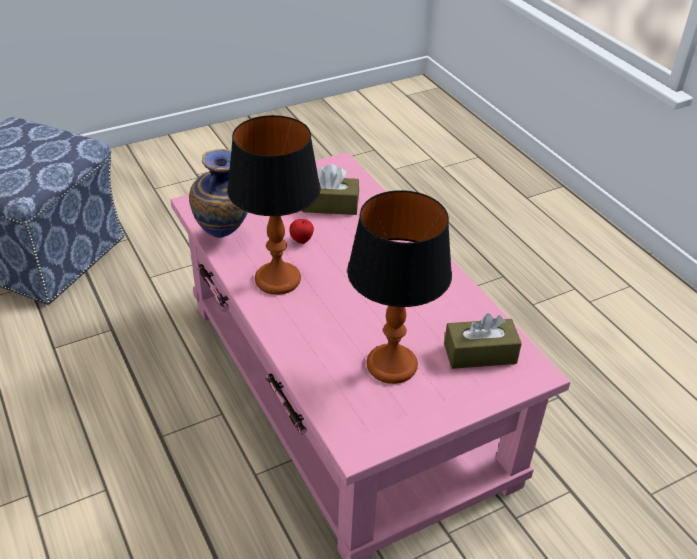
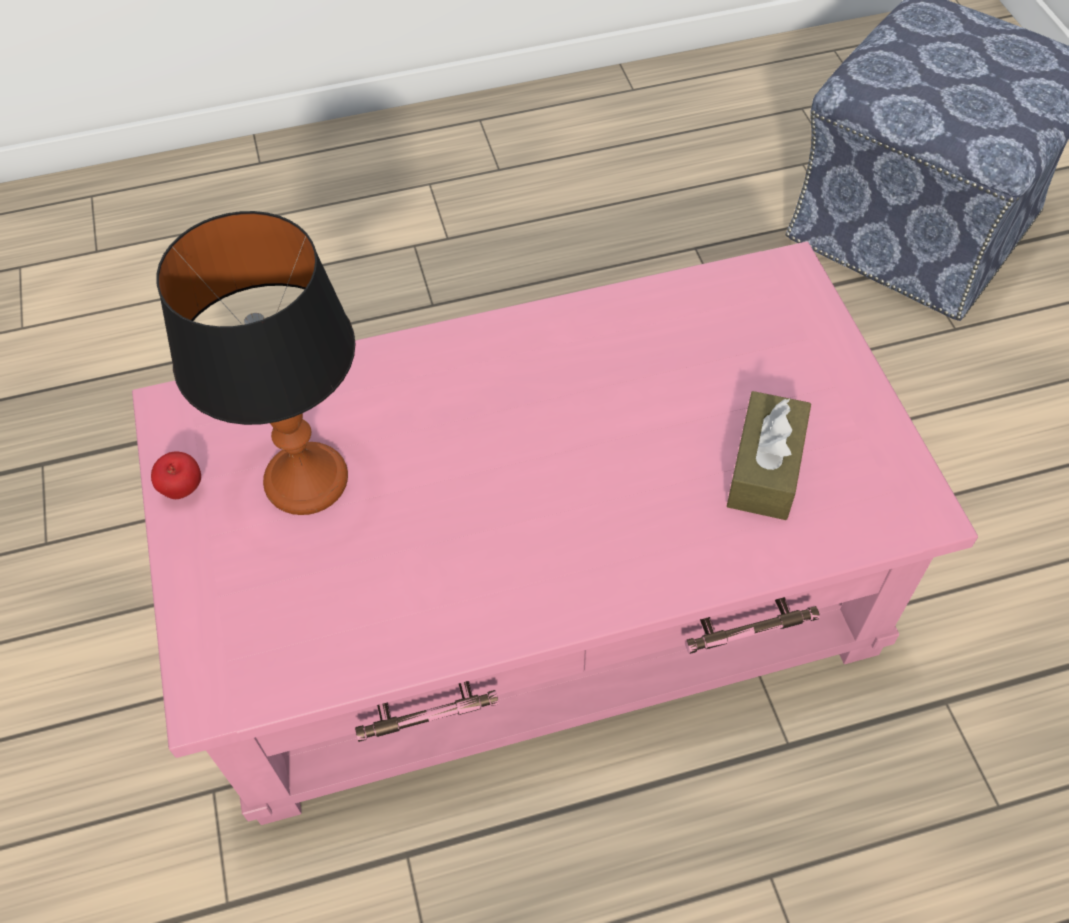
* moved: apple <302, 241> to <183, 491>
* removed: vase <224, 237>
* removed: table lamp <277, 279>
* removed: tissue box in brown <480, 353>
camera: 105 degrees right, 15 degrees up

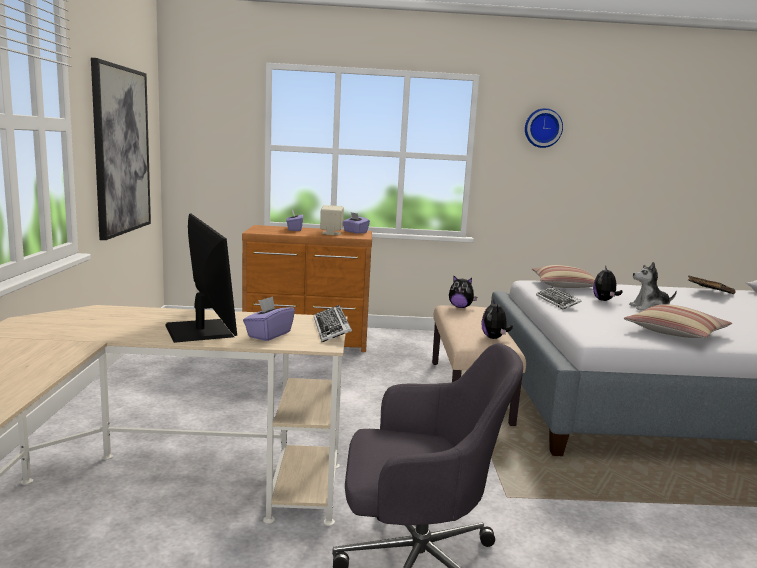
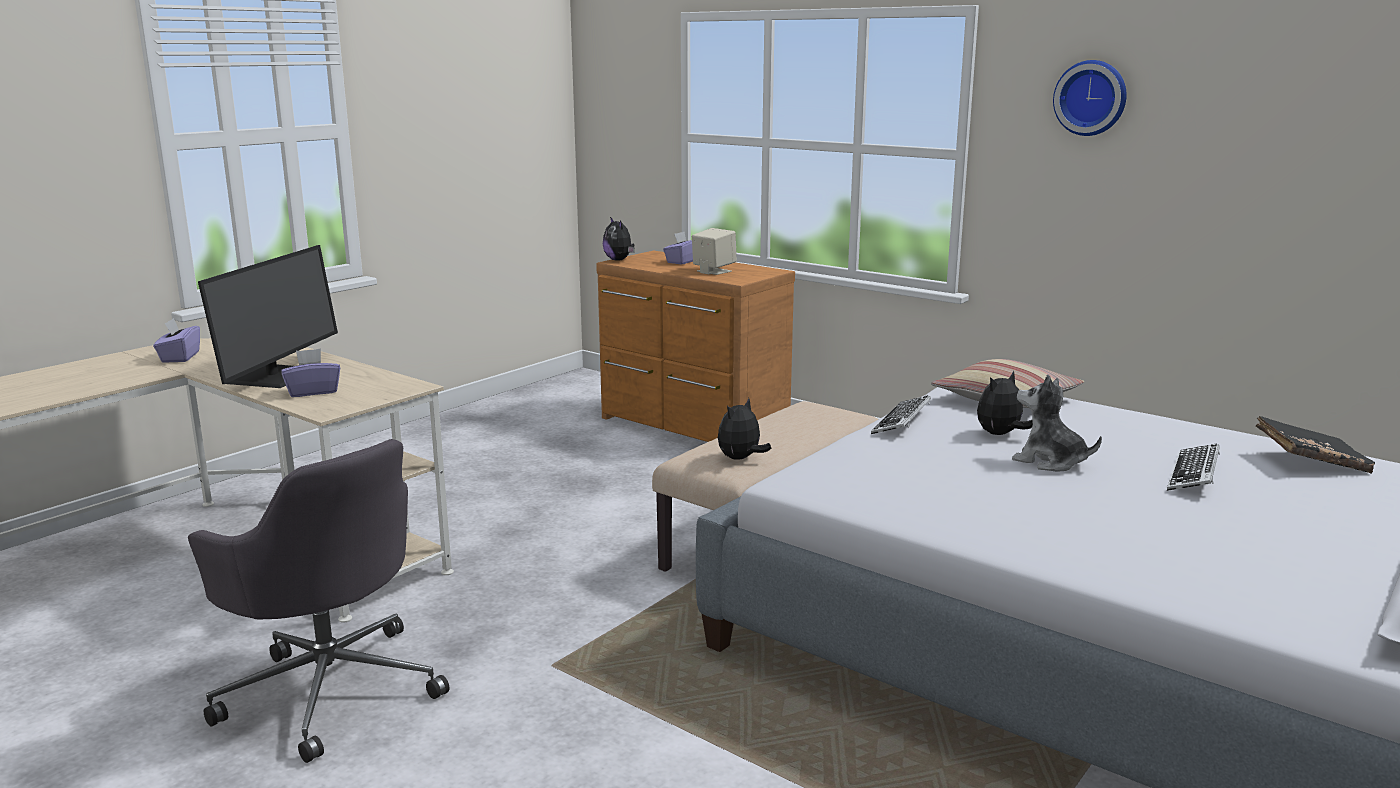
* moved: tissue box in purple <355, 232> to <179, 357>
* moved: plush toy <460, 307> to <619, 260>
* moved: keyboard <332, 329> to <1193, 475>
* removed: picture <121, 150>
* removed: pillow <676, 332>
camera: 40 degrees right, 5 degrees up

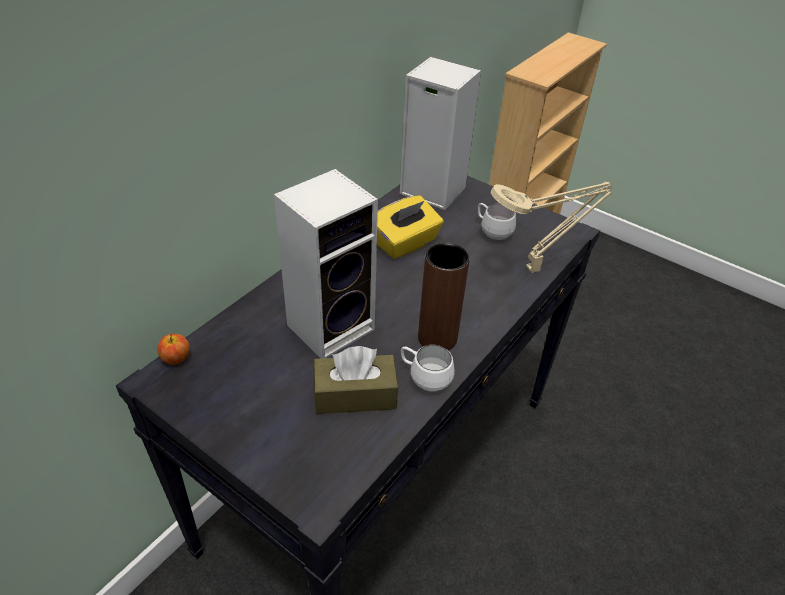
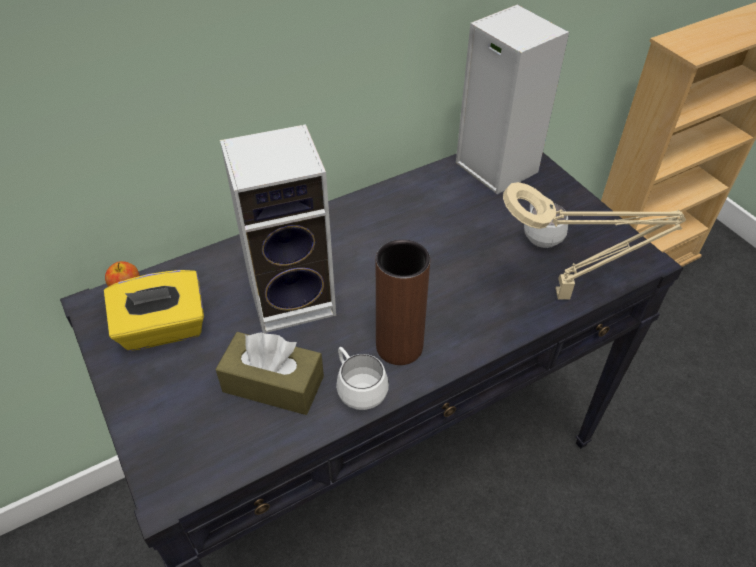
* moved: tissue box in yellow <405, 243> to <163, 329>
camera: 25 degrees right, 5 degrees up

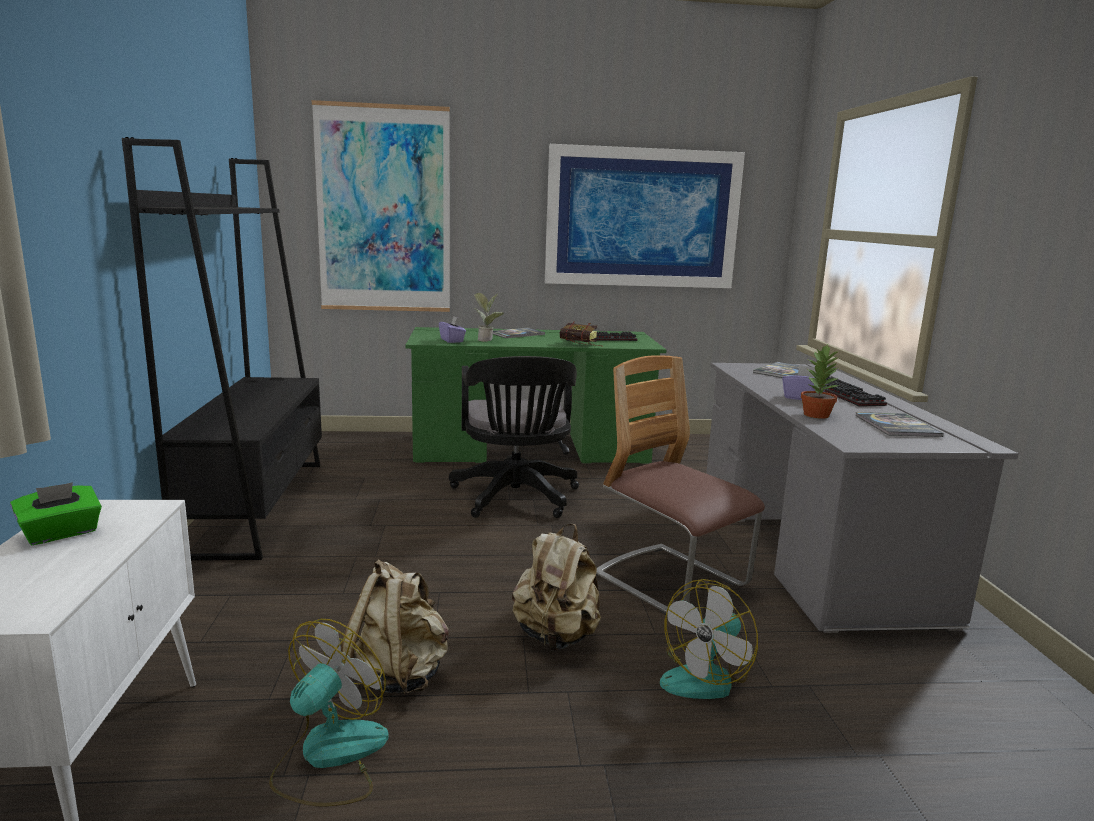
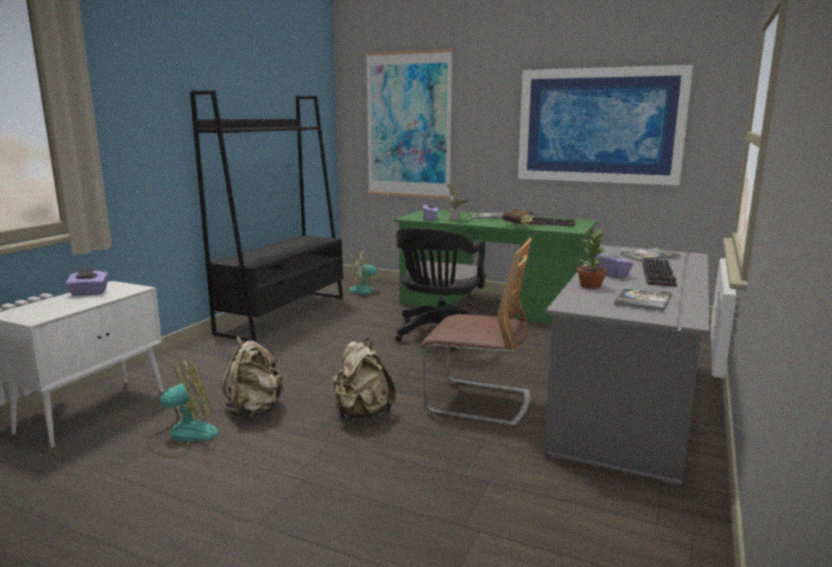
* recoloured: tissue box in green <61, 533> to tissue box in purple <89, 293>
* moved: fan <706, 677> to <367, 290>
* turned: chair <670, 582> = <478, 402> 120 degrees clockwise
camera: 30 degrees right, 0 degrees up

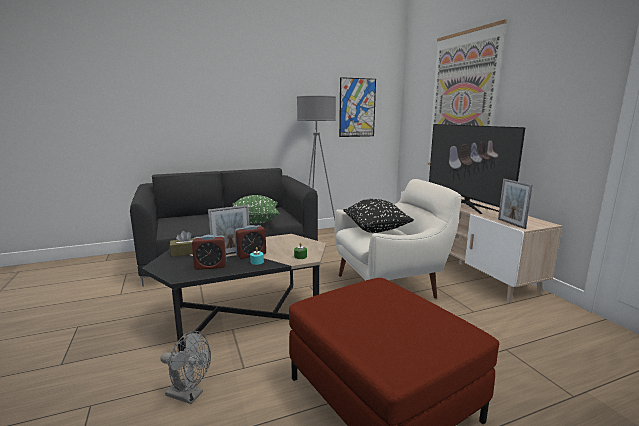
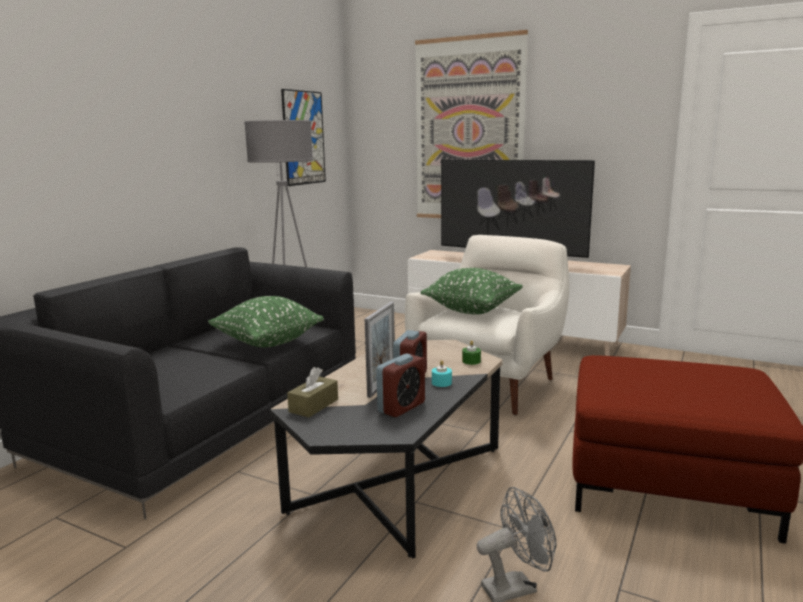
* recoloured: pillow in black <376, 229> to pillow in green <472, 310>
* removed: picture frame <511, 223>
camera: 40 degrees left, 0 degrees up

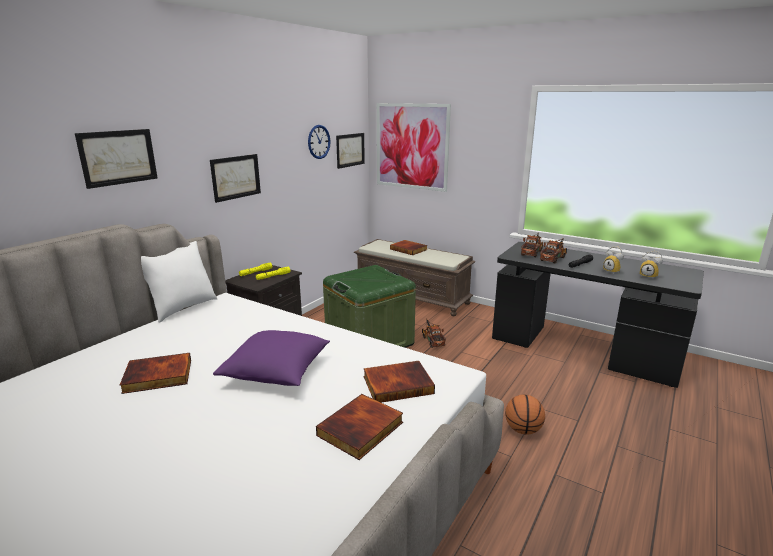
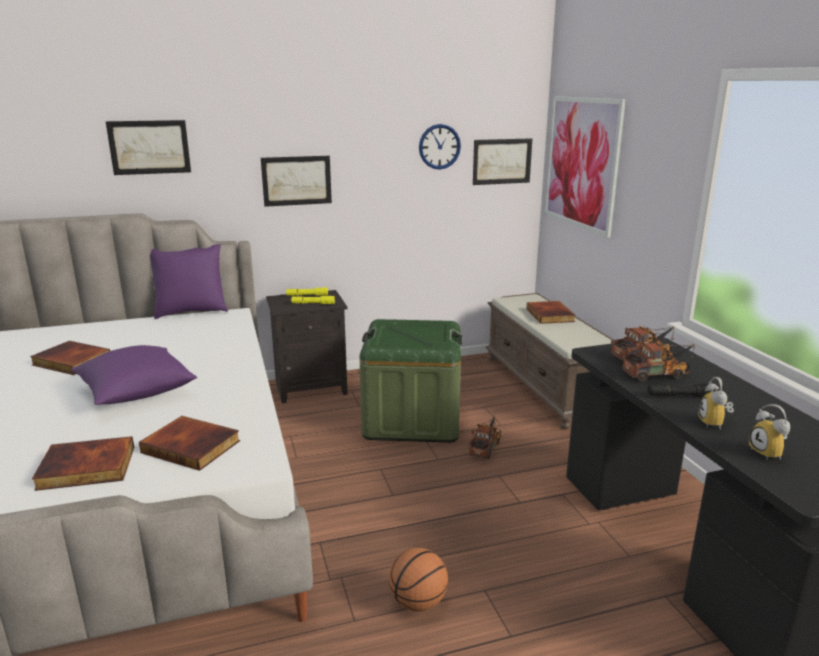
* recoloured: pillow in white <182, 308> to pillow in purple <191, 312>
camera: 40 degrees right, 0 degrees up

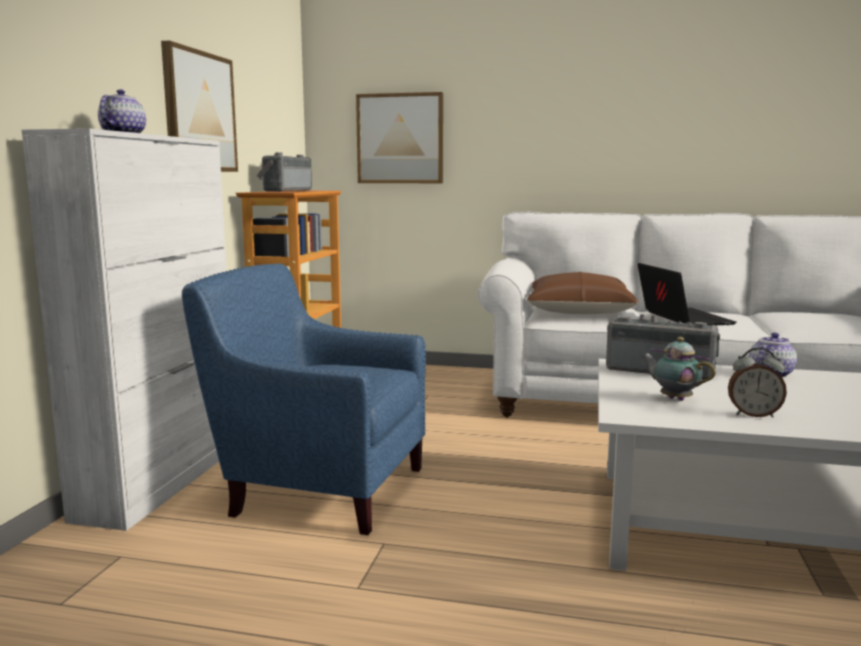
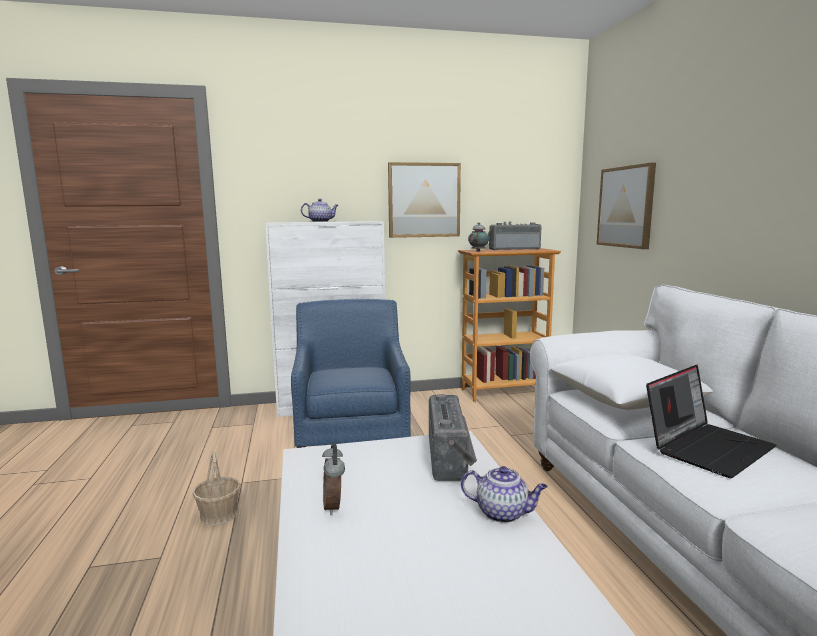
* added: basket <219, 514>
* moved: teapot <673, 399> to <478, 251>
* recoloured: pillow in brown <578, 311> to pillow in white <624, 397>
camera: 65 degrees right, 0 degrees up

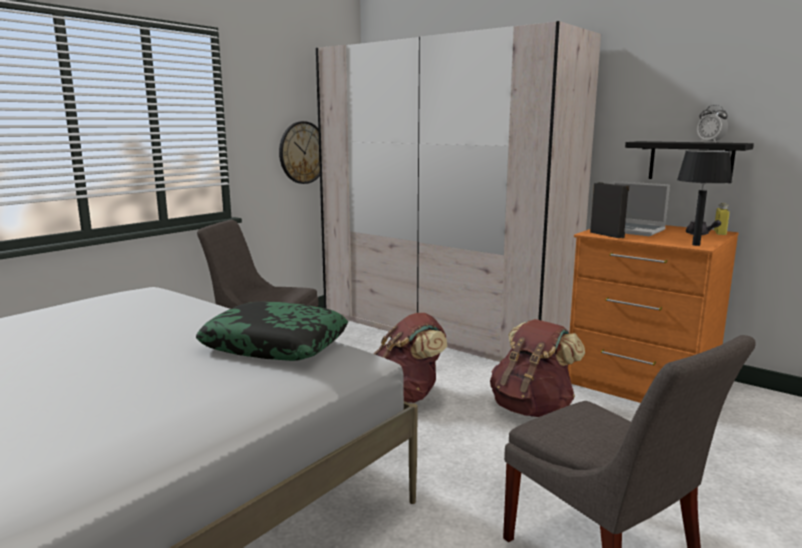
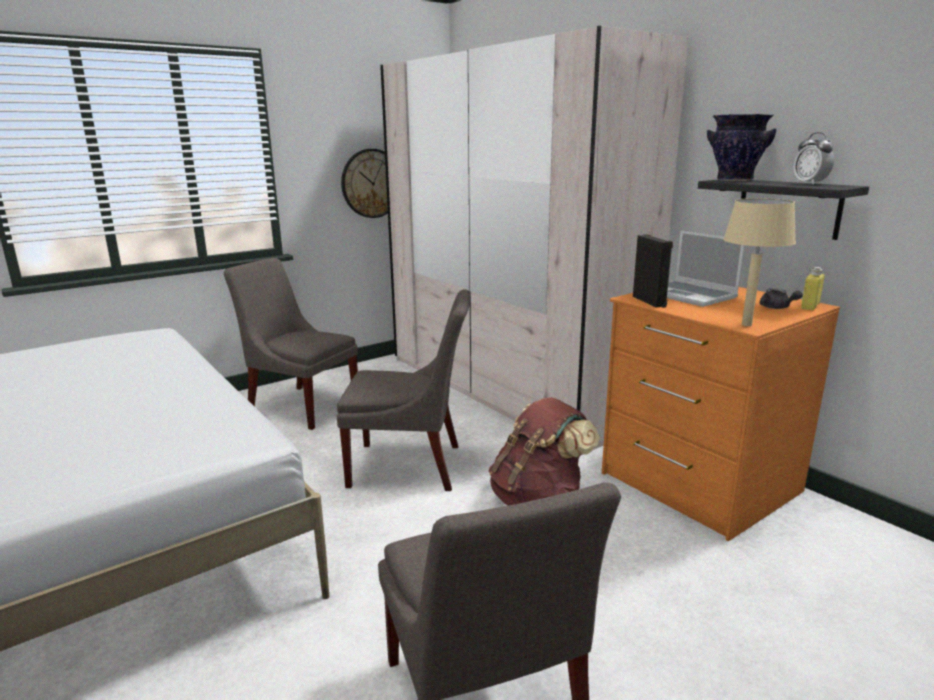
* replaced: backpack in brown <407, 396> to chair in grey <411, 466>
* added: vase <735, 180>
* recoloured: table lamp in black <696, 245> to table lamp in beige <747, 324>
* removed: pillow <274, 345>
camera: 15 degrees right, 5 degrees up

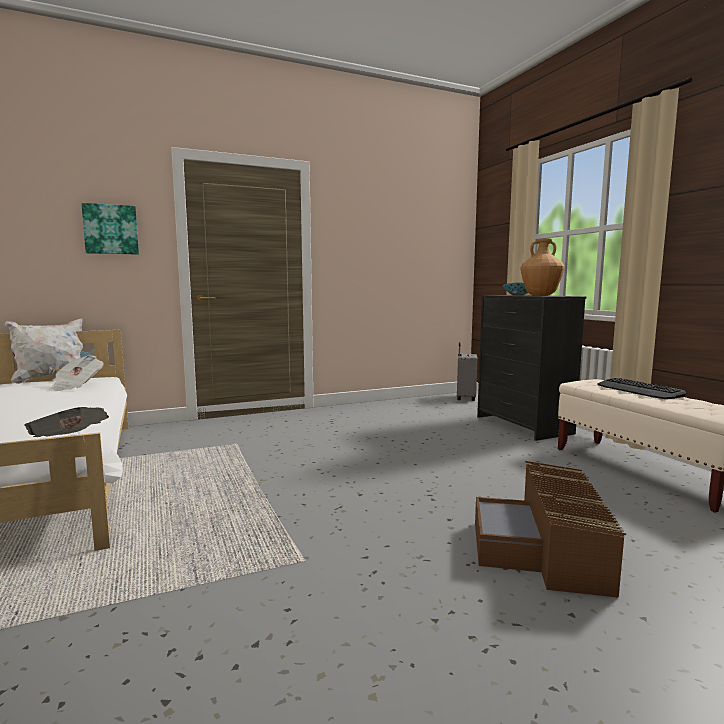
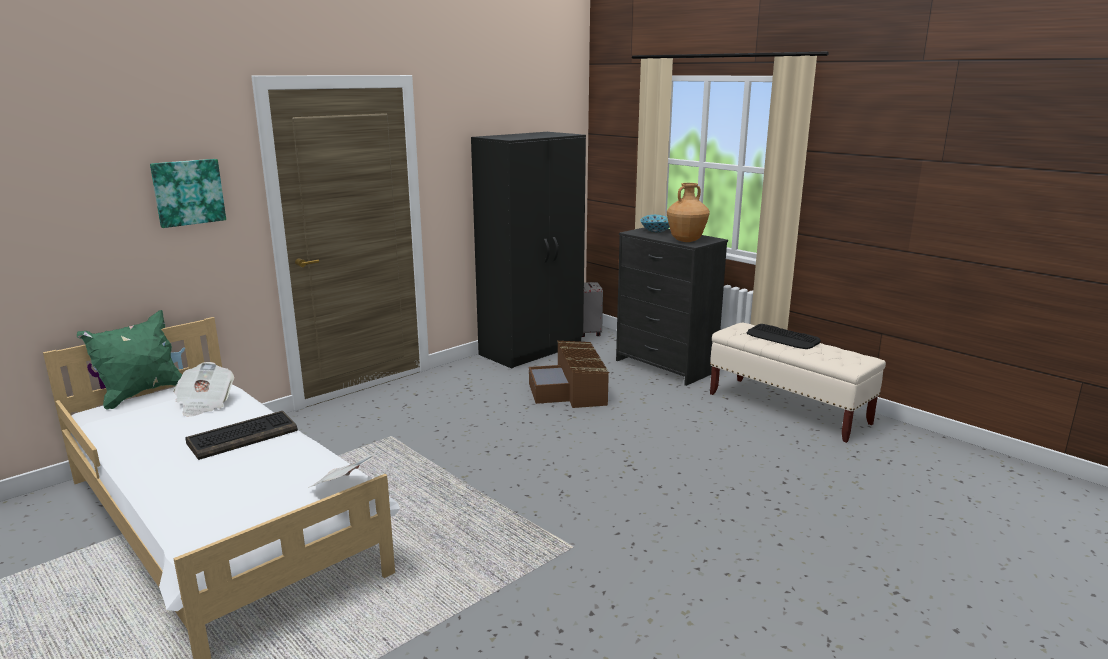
* recoloured: pillow in white <51, 379> to pillow in green <141, 394>
* added: keyboard <243, 436>
* added: wardrobe in black <532, 350>
* moved: storage box in brown <545, 549> to <571, 390>
camera: 20 degrees left, 10 degrees up

